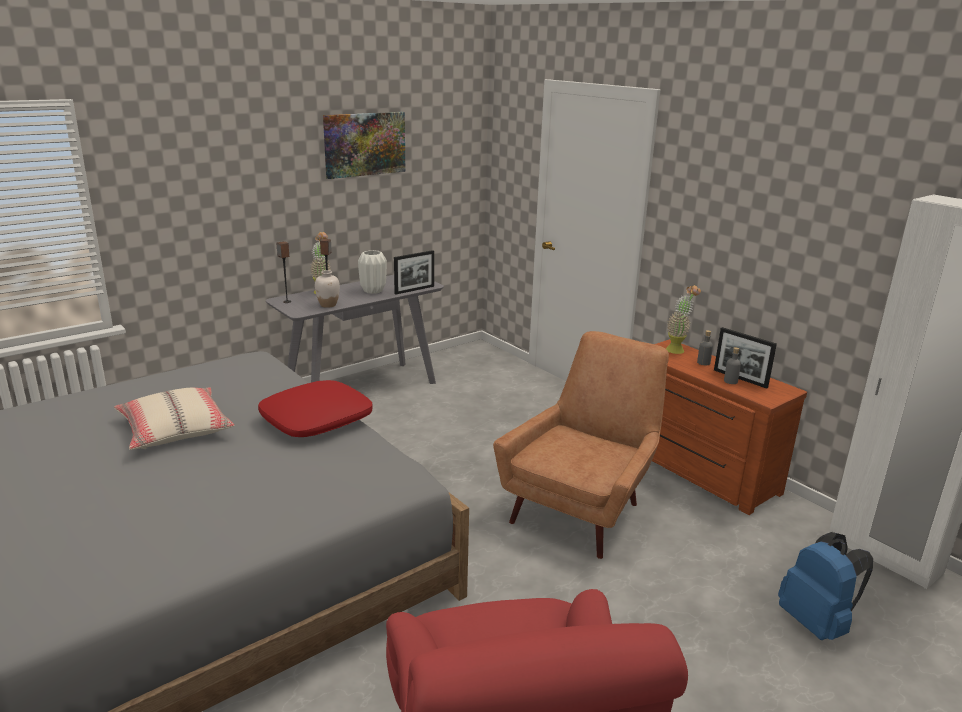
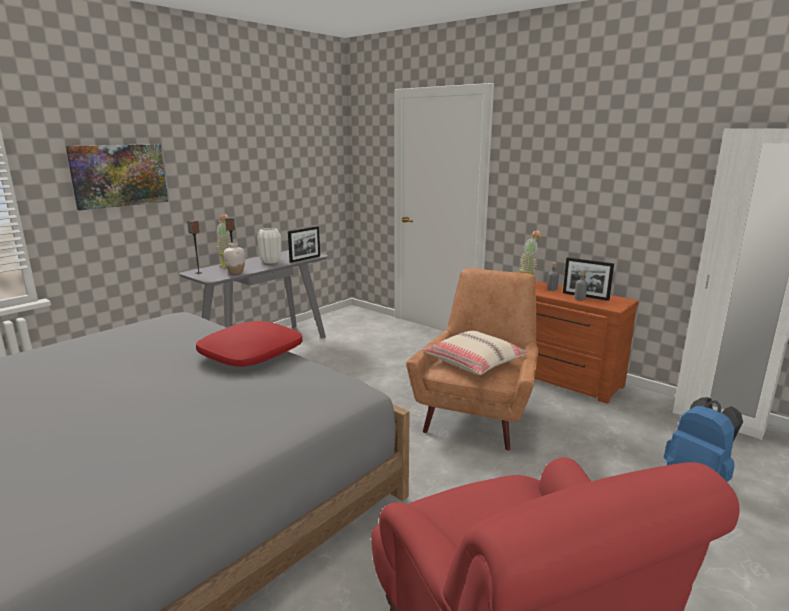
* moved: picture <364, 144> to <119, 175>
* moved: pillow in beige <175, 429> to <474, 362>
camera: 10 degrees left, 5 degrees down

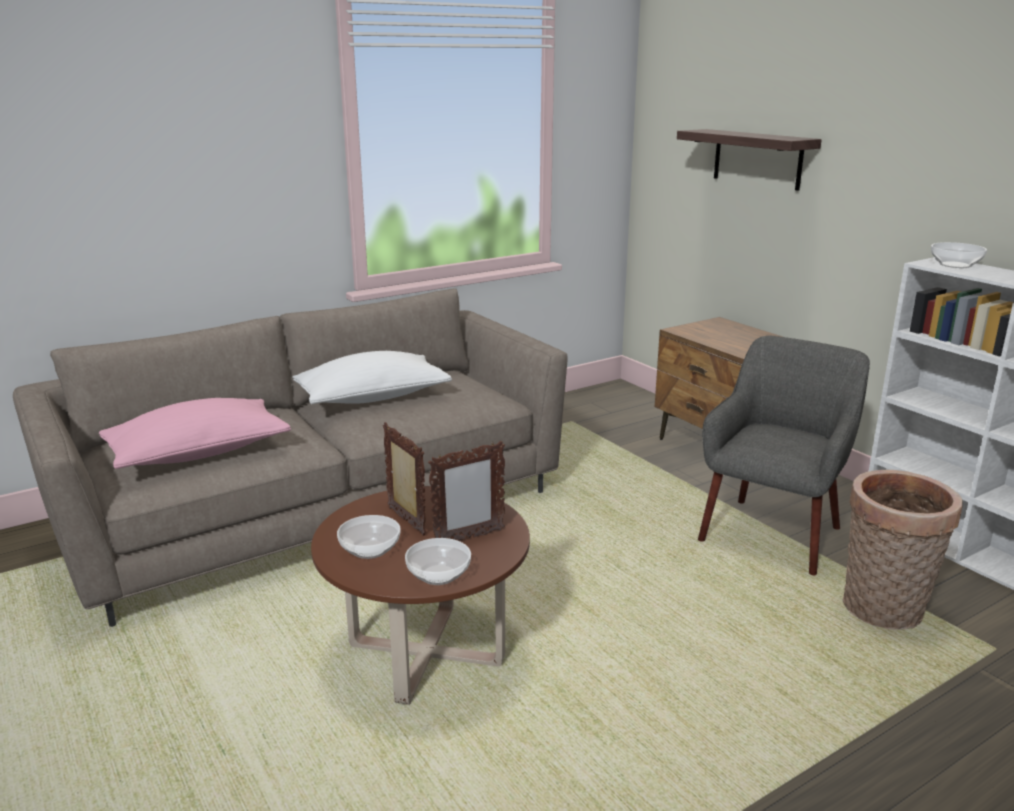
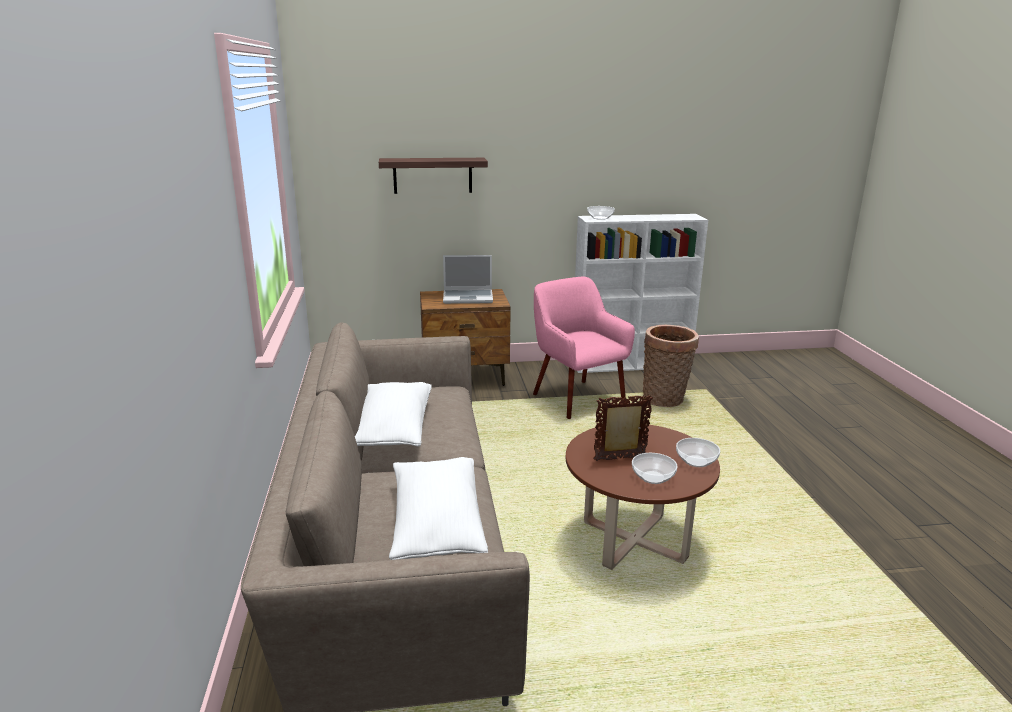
* recoloured: pillow in pink <198, 453> to pillow in white <436, 525>
* added: laptop <468, 297>
* recoloured: armchair in grey <772, 534> to armchair in pink <577, 398>
* removed: picture frame <468, 538>
camera: 65 degrees left, 0 degrees up

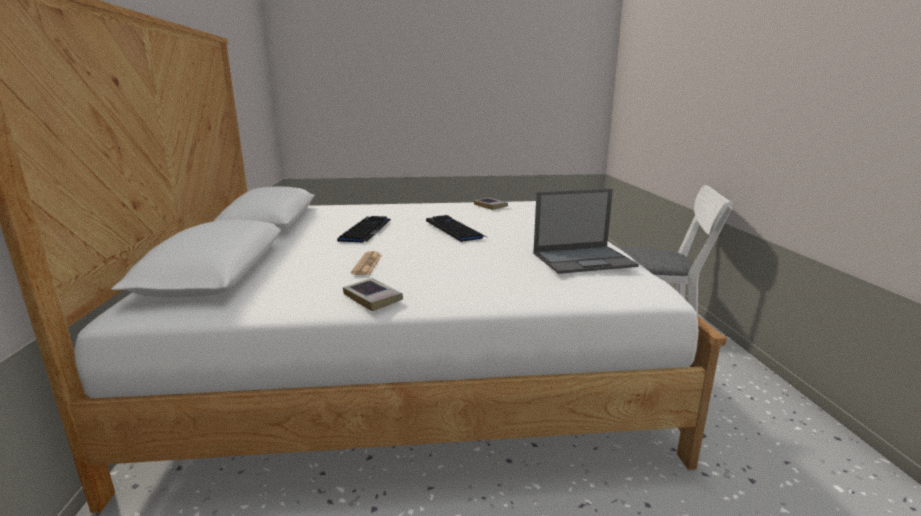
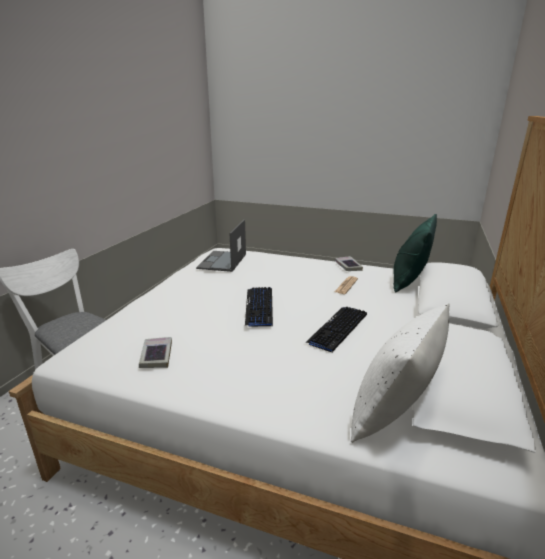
* turned: laptop <584, 259> = <222, 261> 90 degrees counterclockwise
* added: pillow in white <393, 415>
* added: pillow in green <408, 282>
camera: 155 degrees left, 5 degrees up

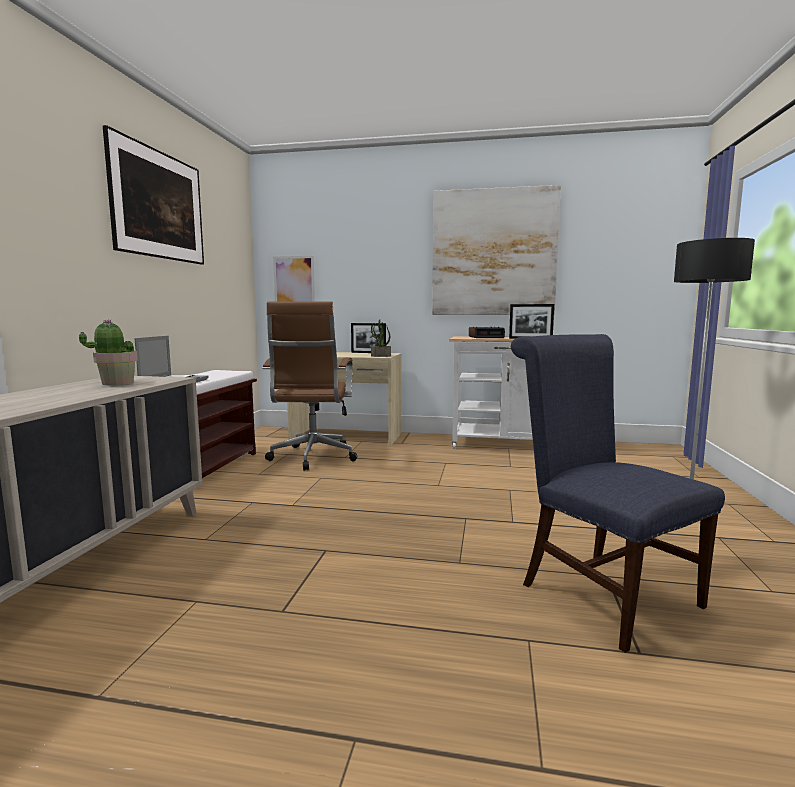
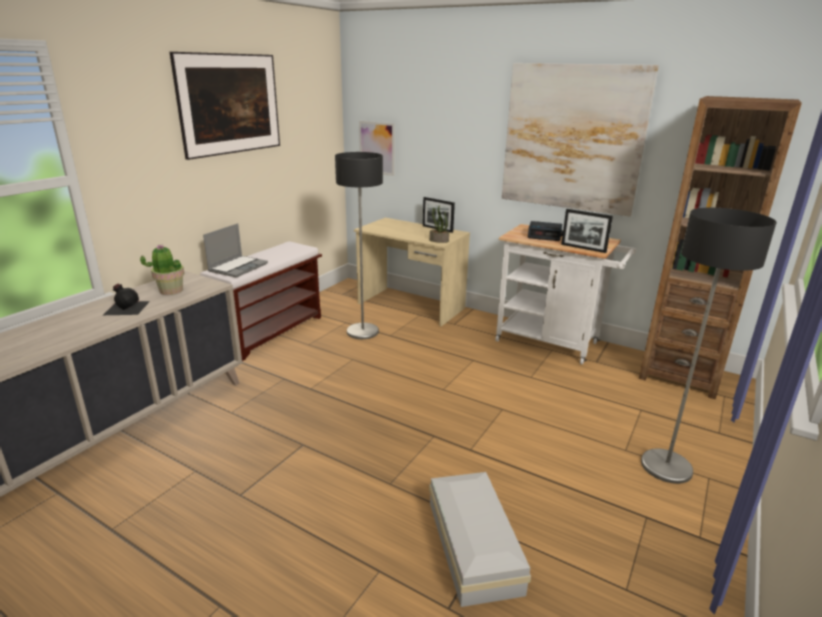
* added: bottle in black <126, 307>
* replaced: office chair in brown <312, 458> to floor lamp <362, 332>
* replaced: chair in blue <600, 591> to storage box in white <474, 544>
* added: bookcase in brown <679, 375>
camera: 20 degrees right, 15 degrees up

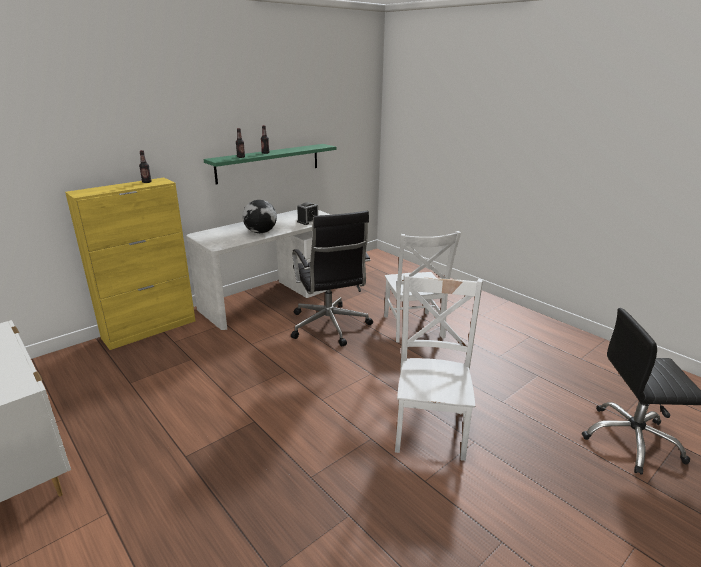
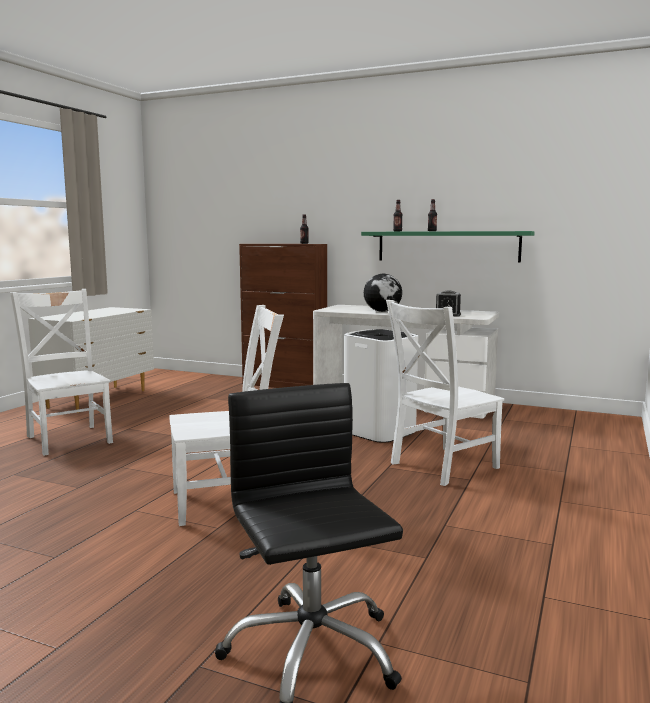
* added: chair in white <69, 438>
* recoloured: cabinet in yellow <150, 329> to cabinet in brown <284, 385>
* replaced: office chair in black <329, 326> to trash can in white <379, 431>
camera: 65 degrees right, 15 degrees down

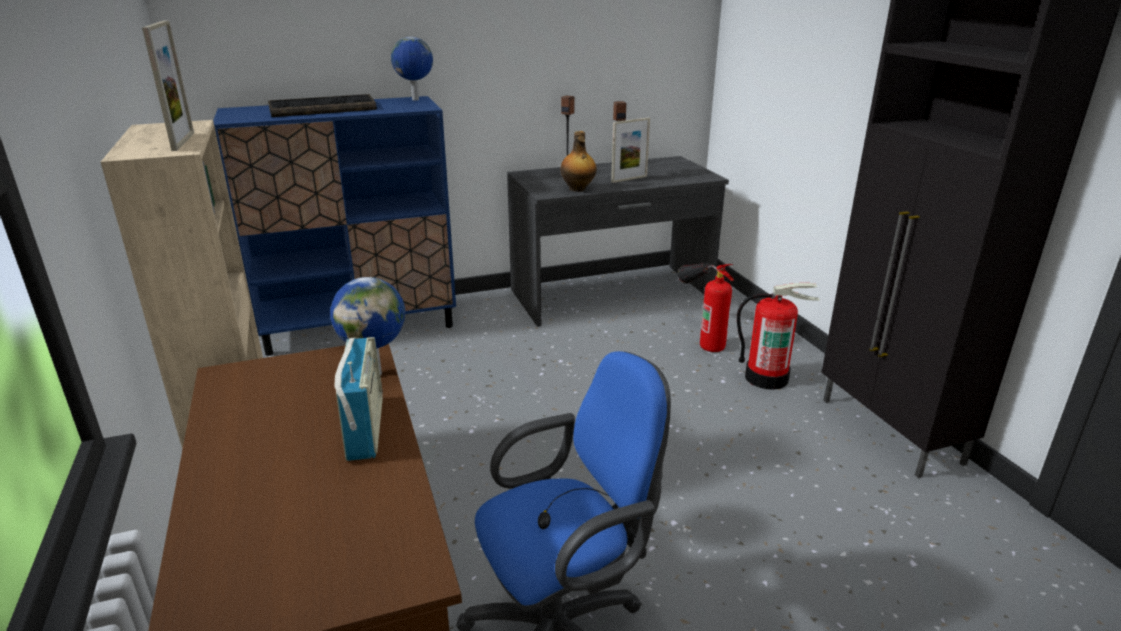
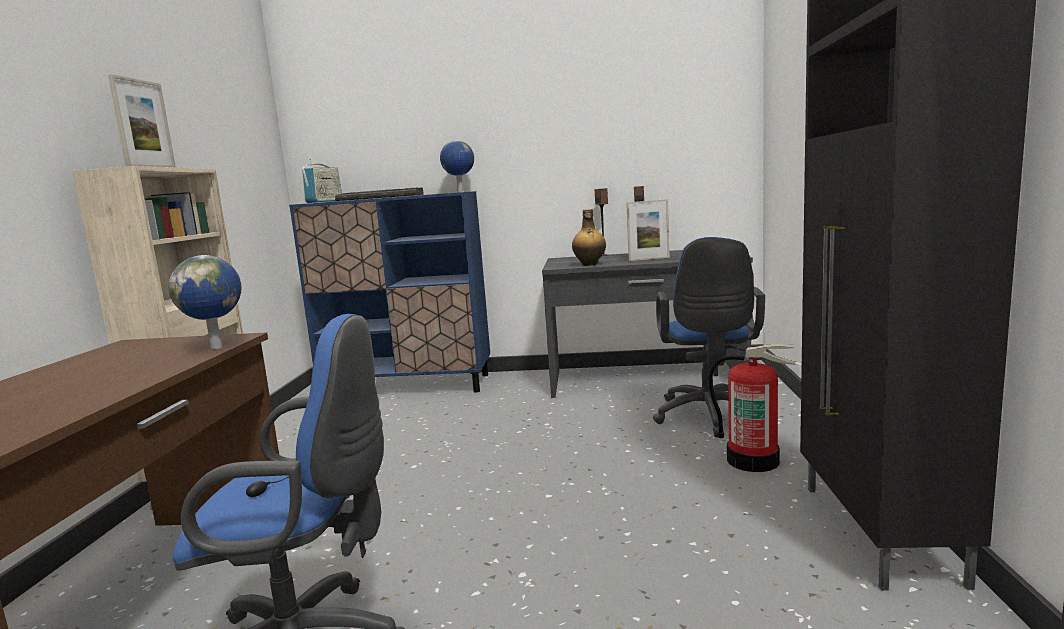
* moved: radio <365, 428> to <324, 201>
* replaced: fire extinguisher <700, 335> to office chair in blue <708, 417>
camera: 25 degrees right, 15 degrees down

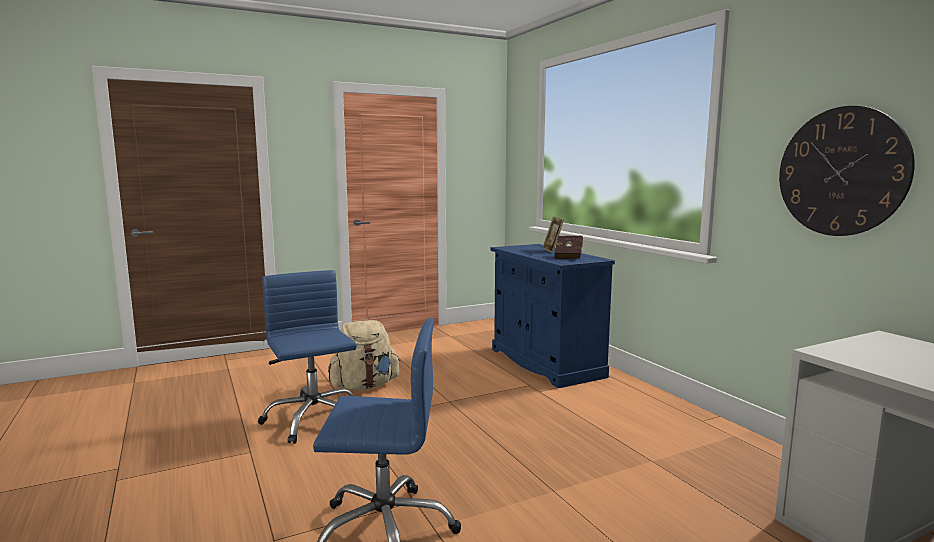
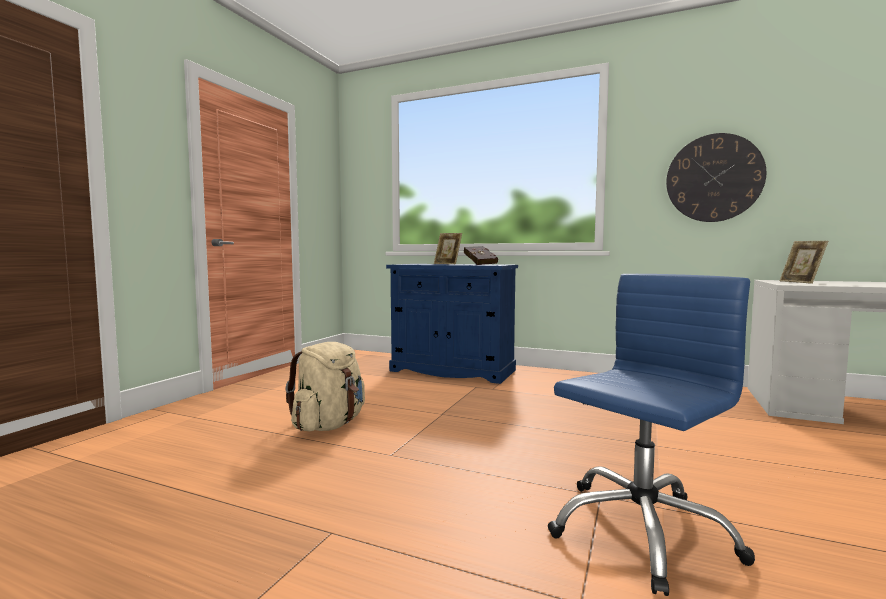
* added: picture frame <801, 282>
* removed: office chair in blue <313, 419>
camera: 40 degrees left, 5 degrees down

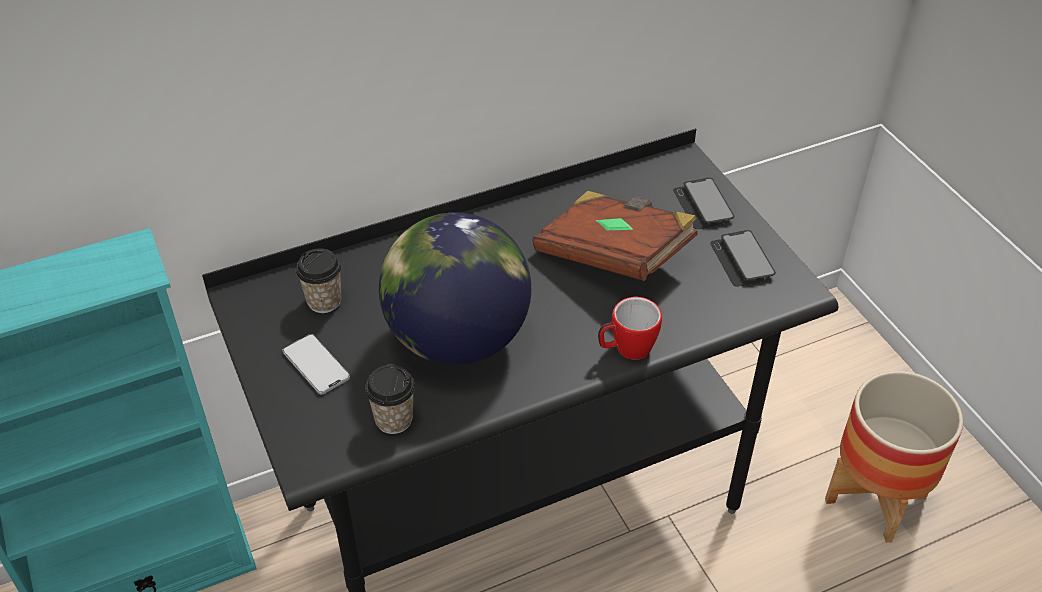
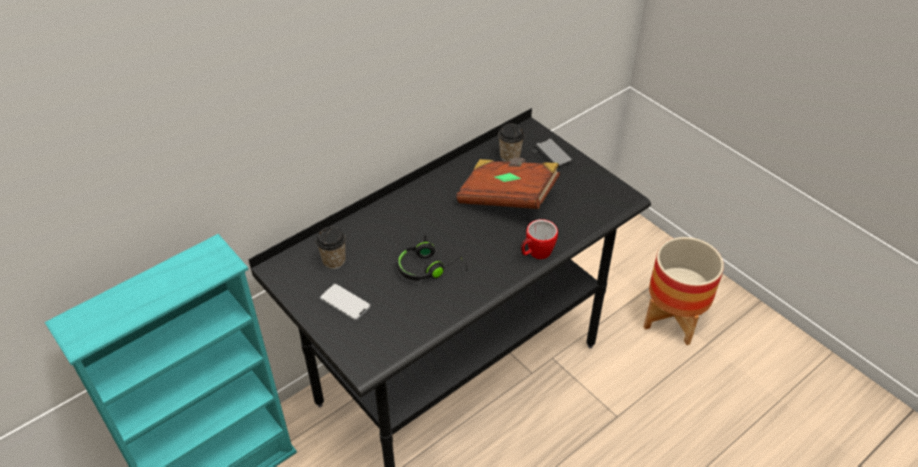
* replaced: globe <457, 339> to headphones in black <429, 268>
* moved: cup <394, 419> to <510, 156>
* removed: phone <741, 260>
camera: 15 degrees left, 0 degrees up

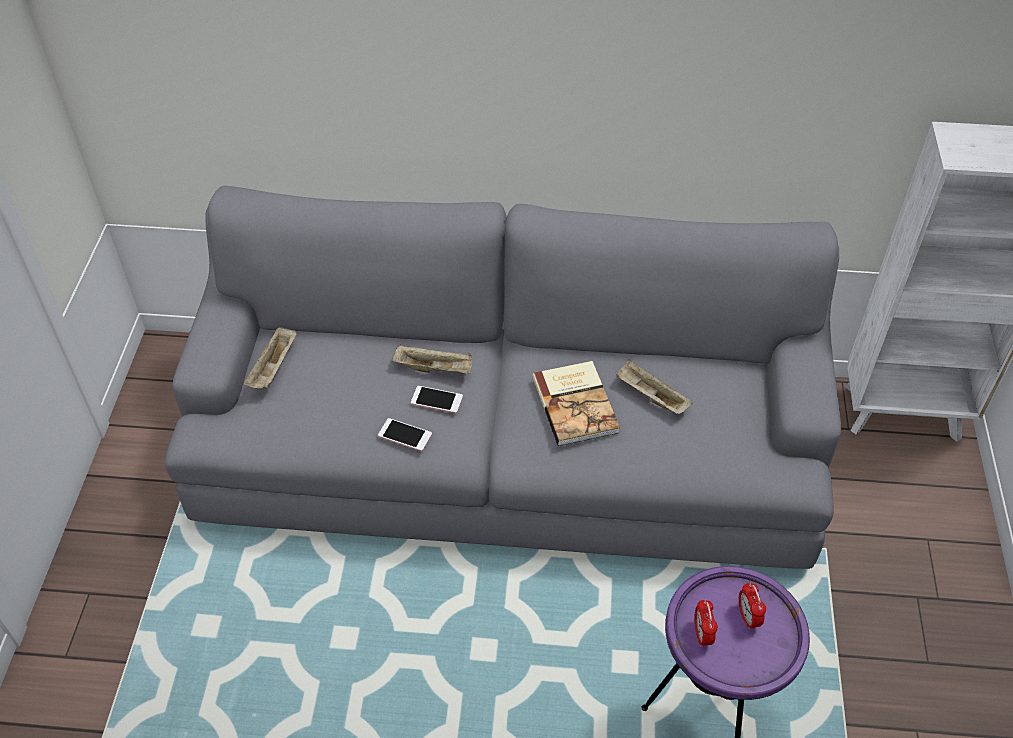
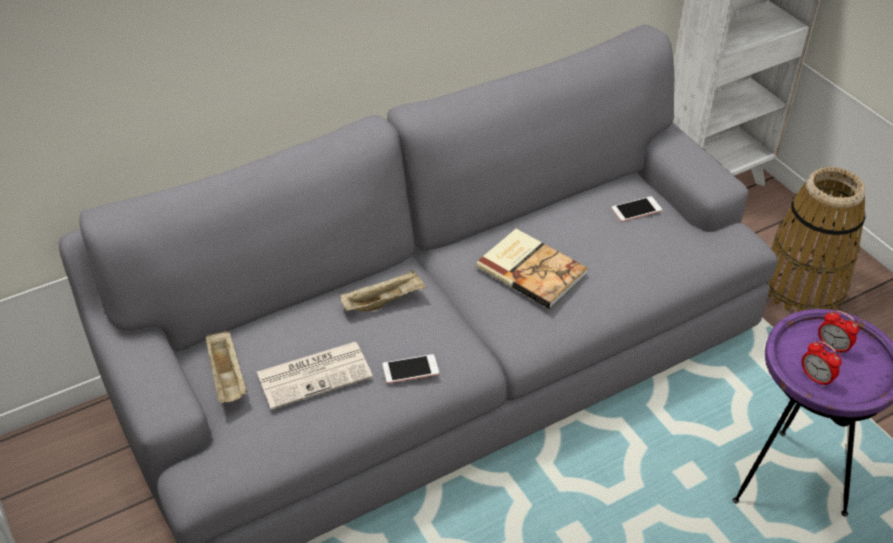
* added: newspaper <315, 374>
* moved: phone <436, 400> to <636, 209>
* added: basket <803, 286>
* removed: tray in beige <650, 396>
camera: 35 degrees left, 5 degrees down

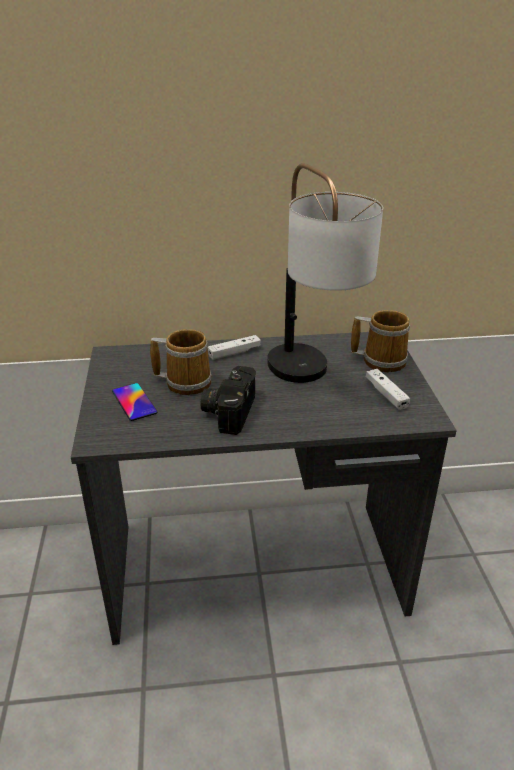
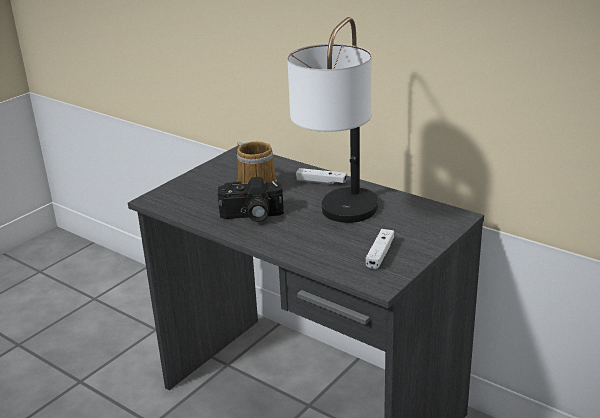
* turned: photo camera <228, 410> = <251, 216> 150 degrees counterclockwise
* removed: phone <134, 402>
* removed: mug <381, 360>
camera: 45 degrees right, 5 degrees down

